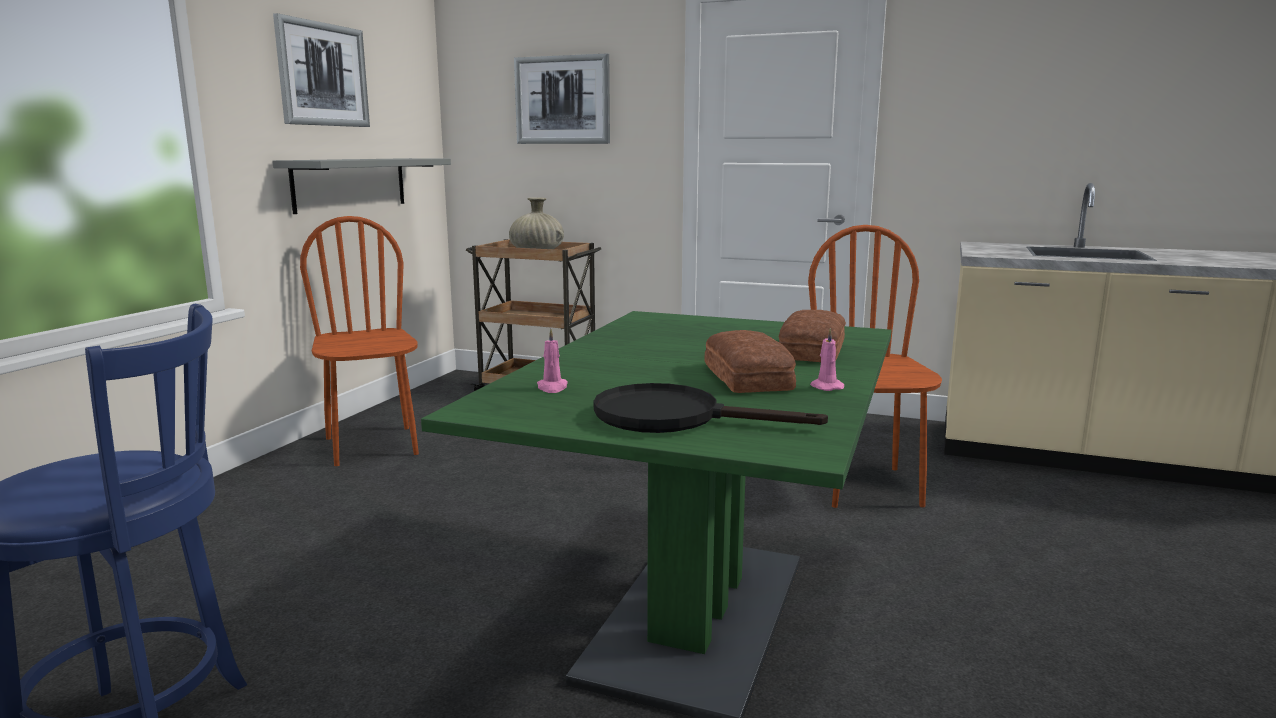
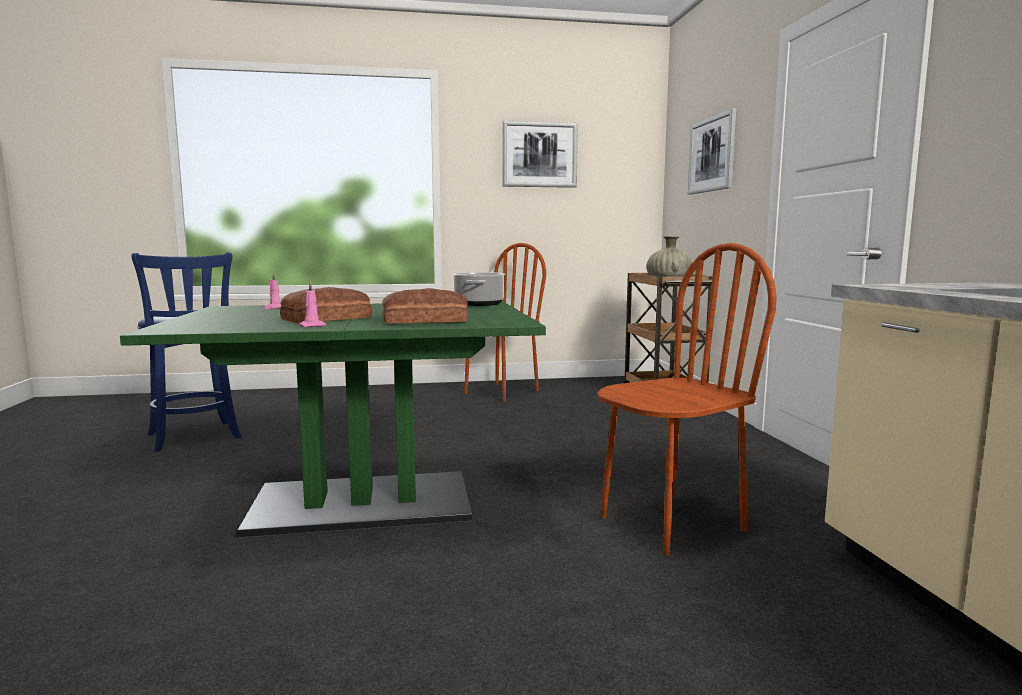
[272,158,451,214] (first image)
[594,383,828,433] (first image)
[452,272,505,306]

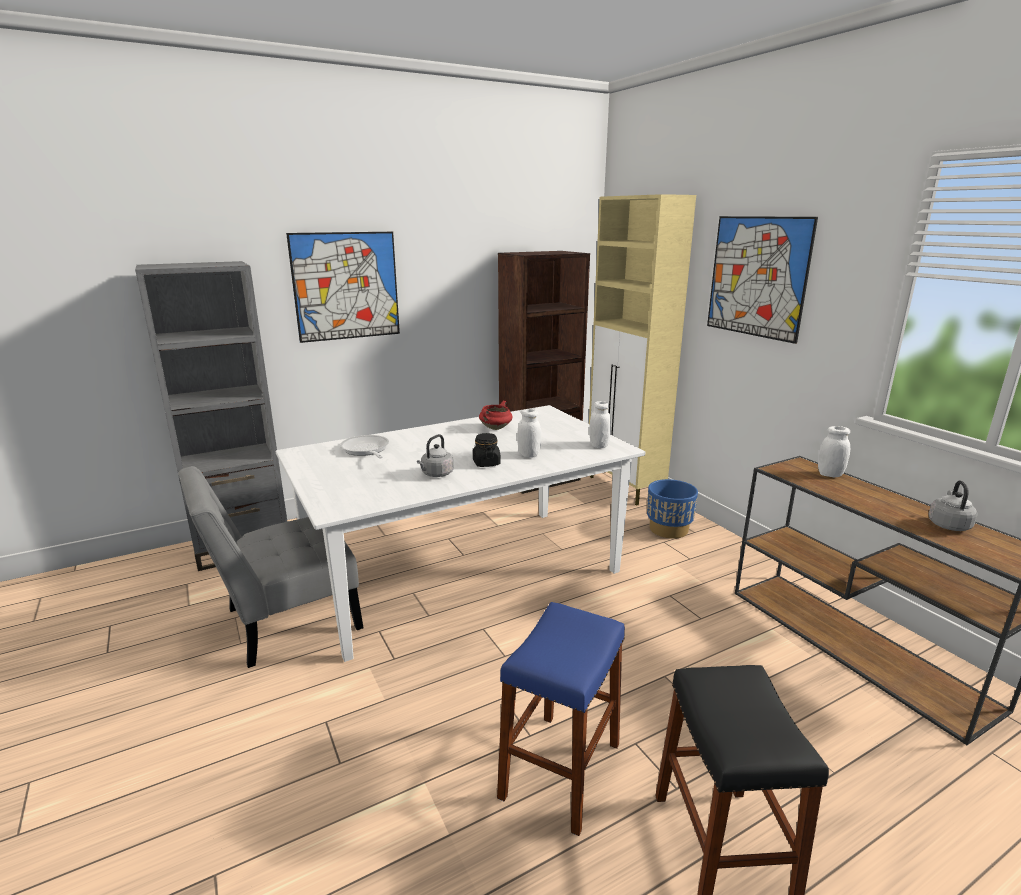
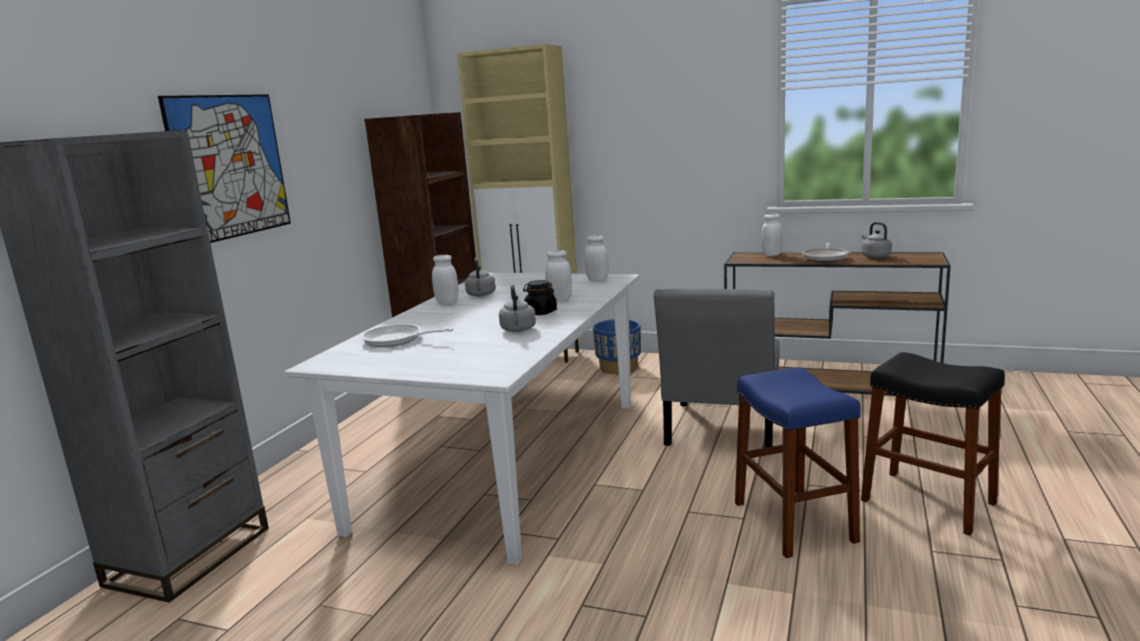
[653,289,780,448]
[465,258,496,297]
[707,216,818,344] (first image)
[432,255,458,304]
[803,243,848,262]

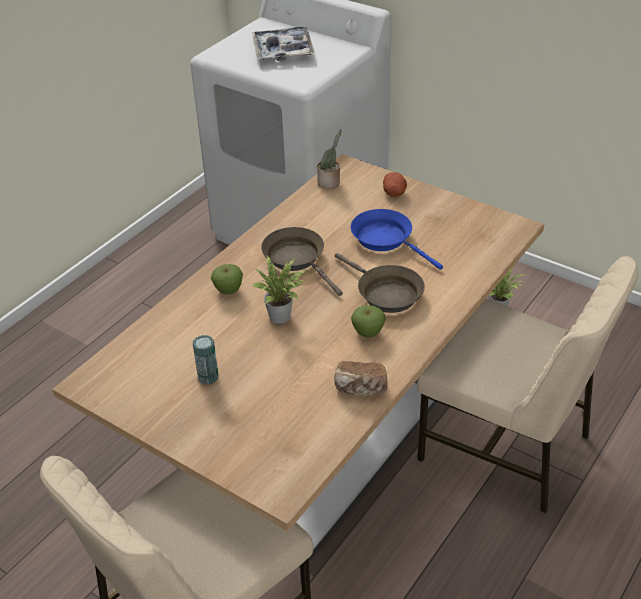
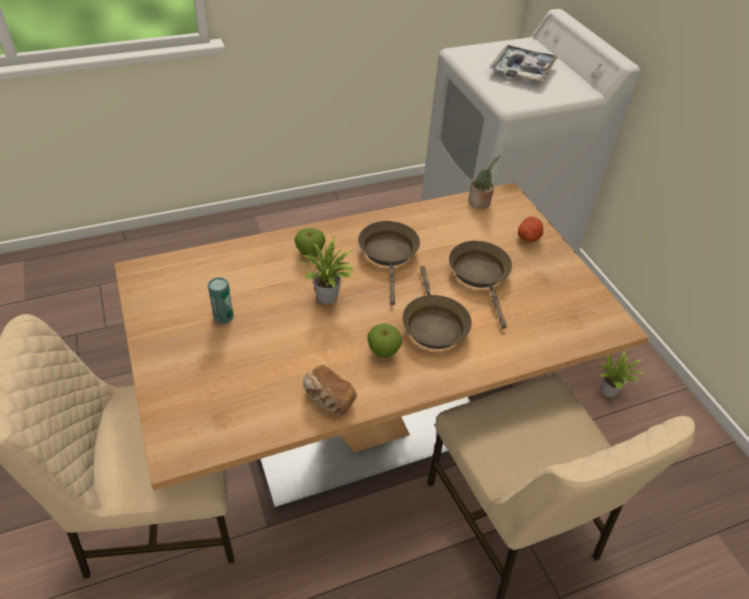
[449,241,512,329]

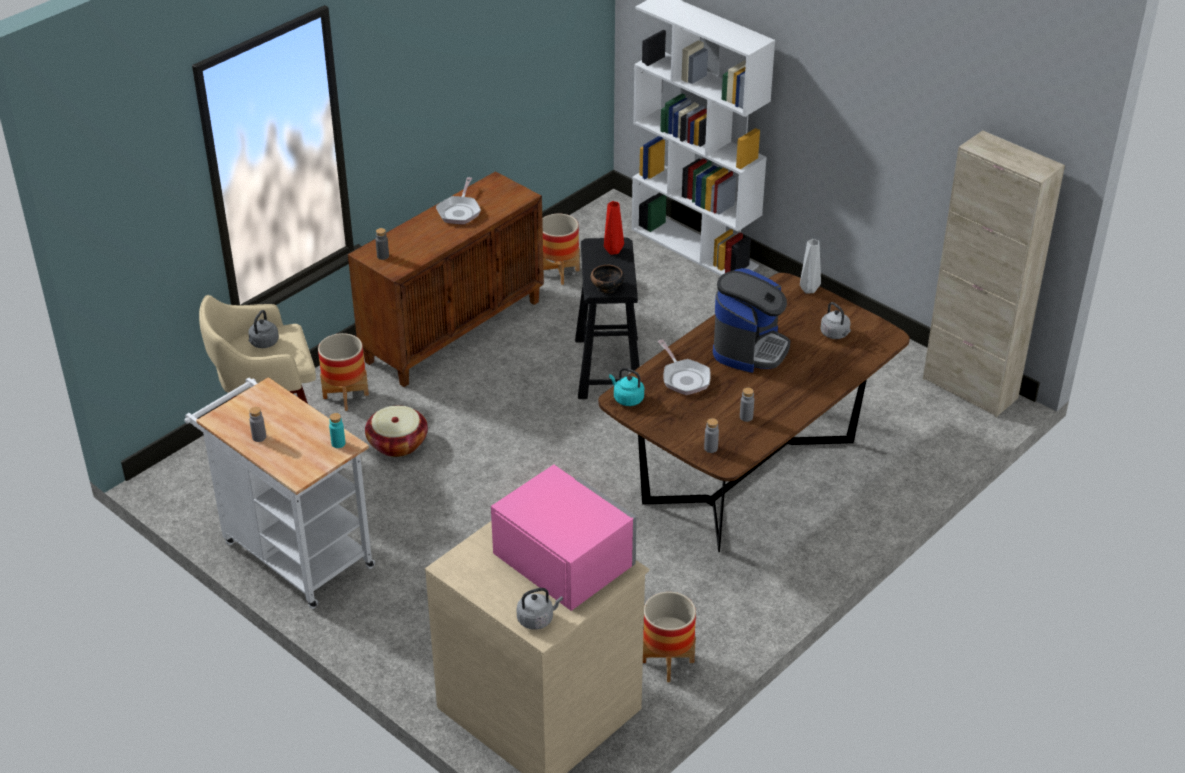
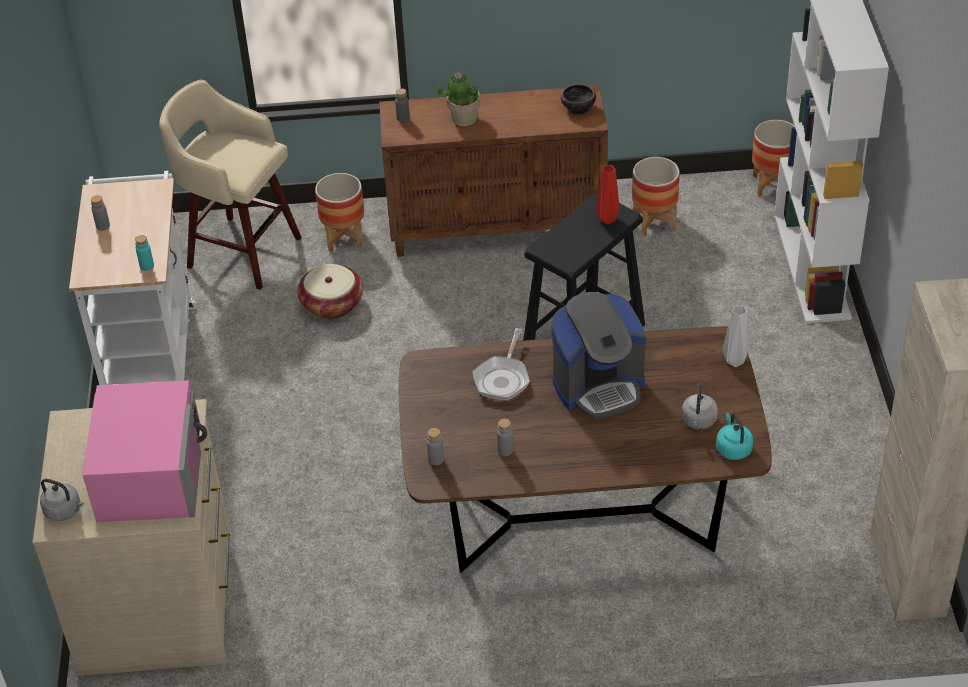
[248,310,279,348] (first image)
[436,177,481,224] (first image)
[560,84,596,115]
[716,413,753,460]
[752,120,795,197]
[437,71,481,126]

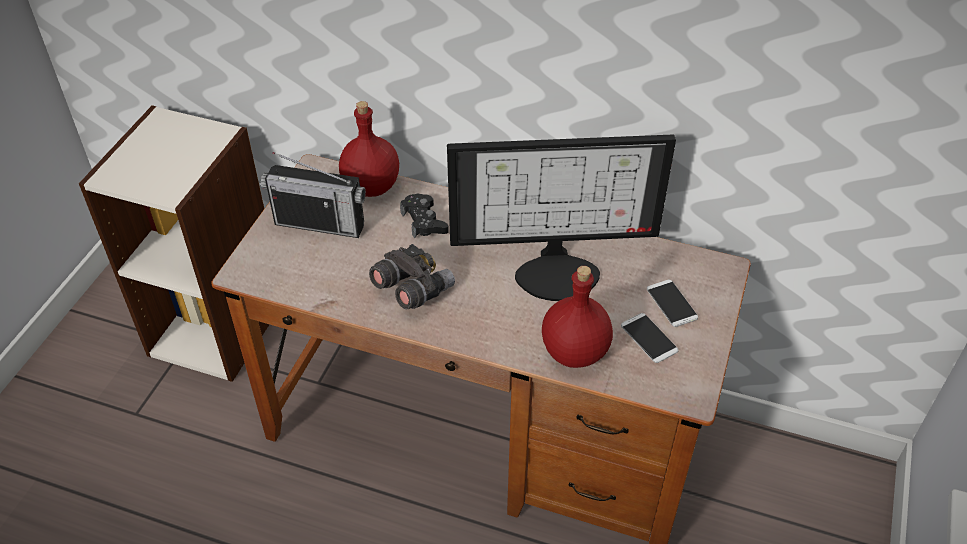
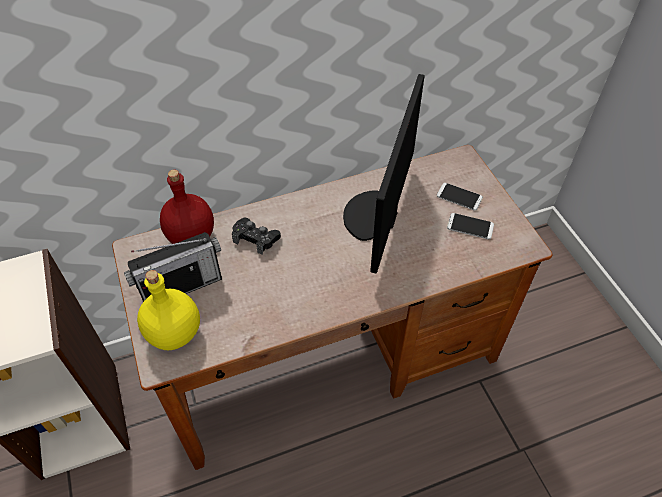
[369,244,455,309] (first image)
[343,74,425,274]
[542,266,613,368] (first image)
[137,270,200,350]

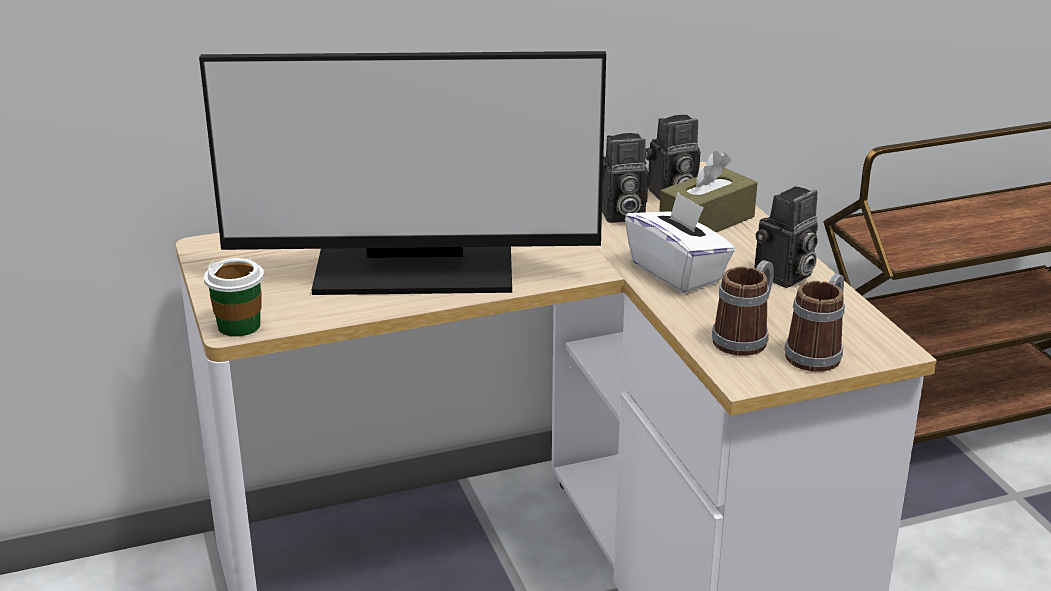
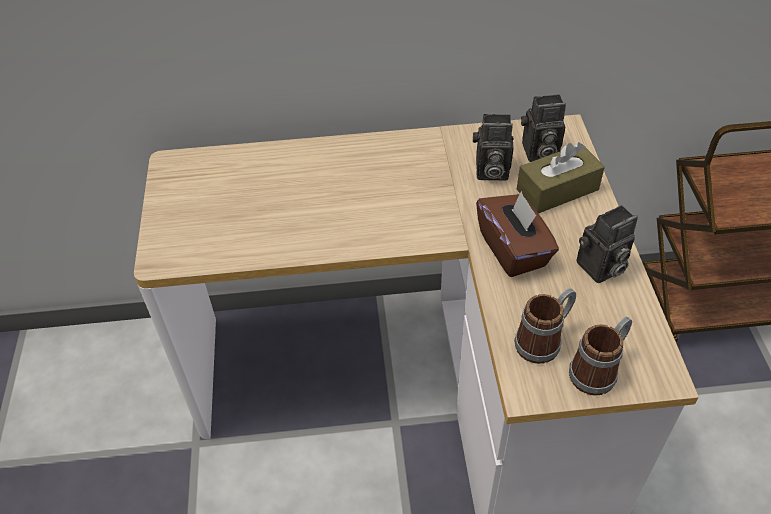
[199,51,606,295] (first image)
[204,258,264,337] (first image)
[476,191,559,277]

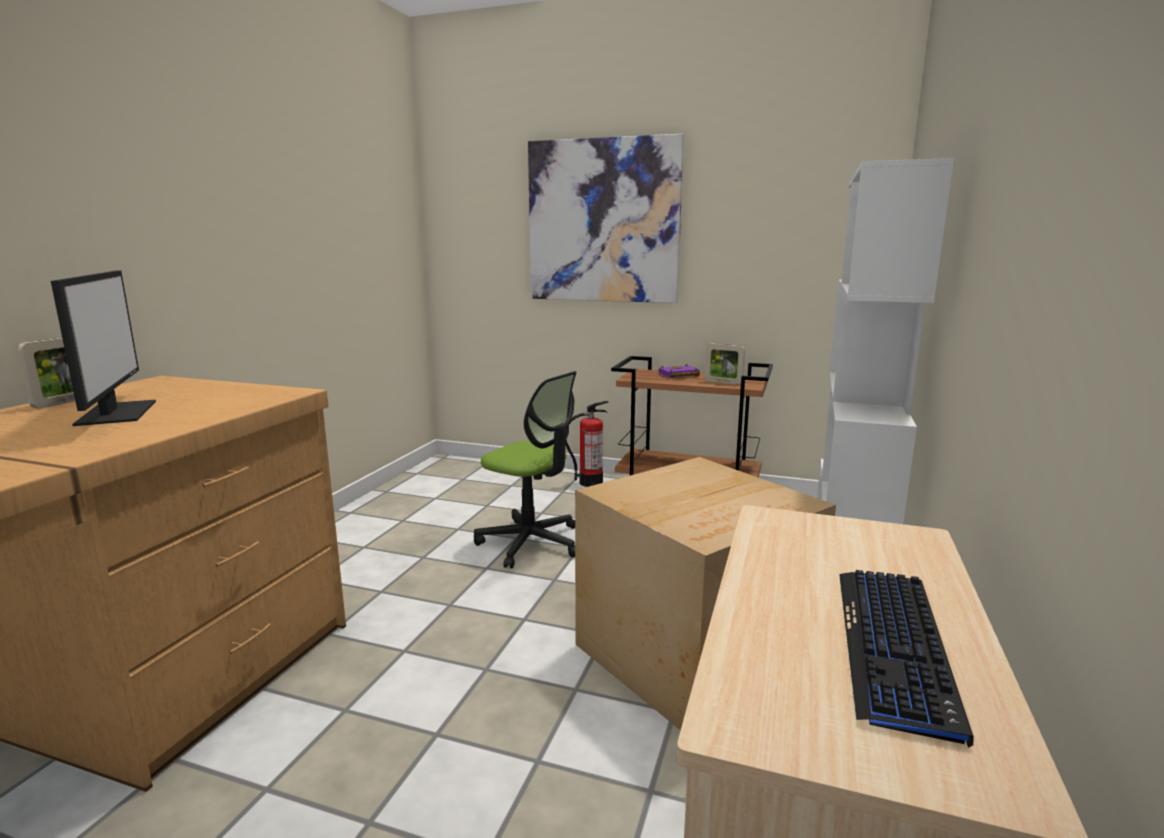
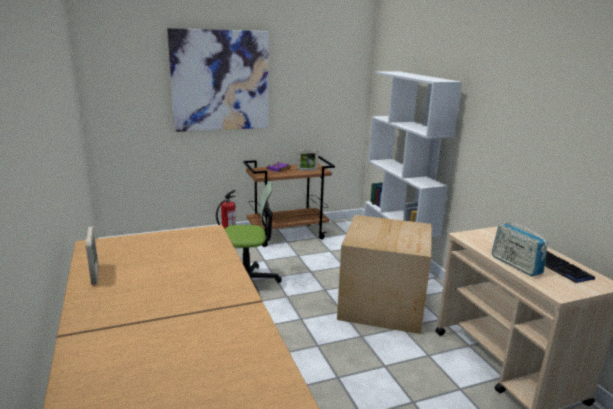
[51,271,156,426] (first image)
[492,218,548,276]

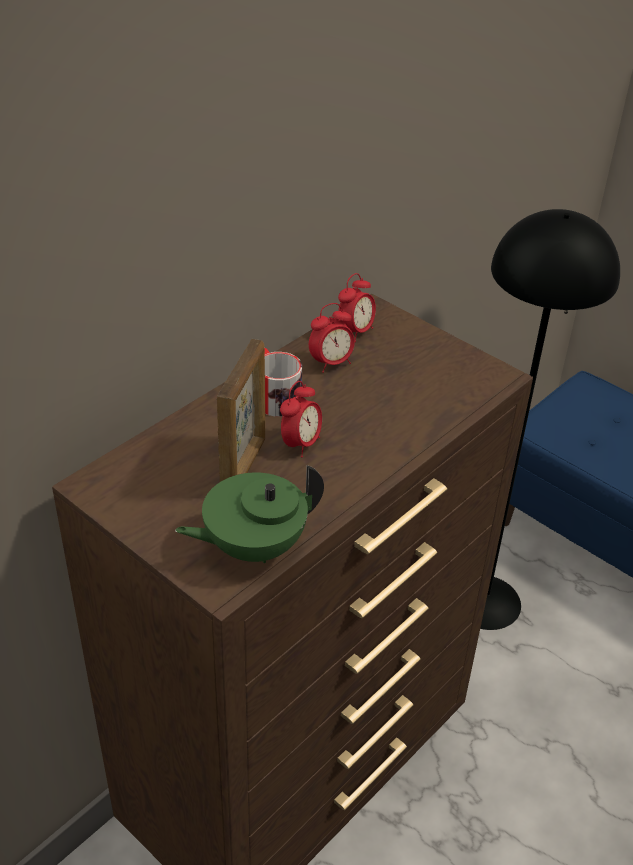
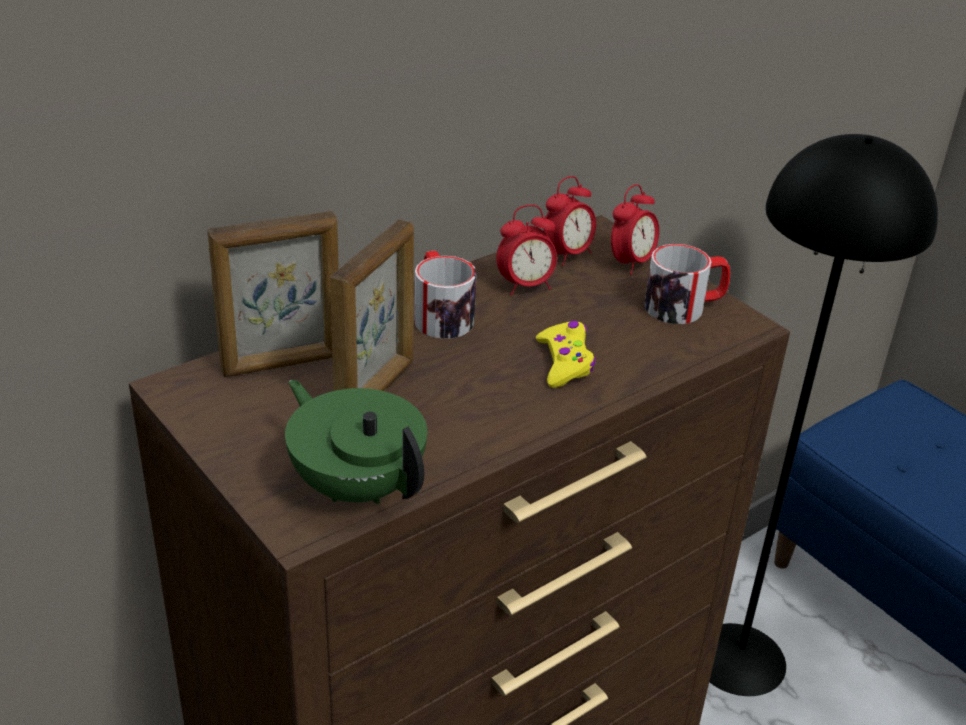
[285,380,427,504]
[611,184,659,275]
[207,211,339,377]
[536,321,595,388]
[644,244,730,324]

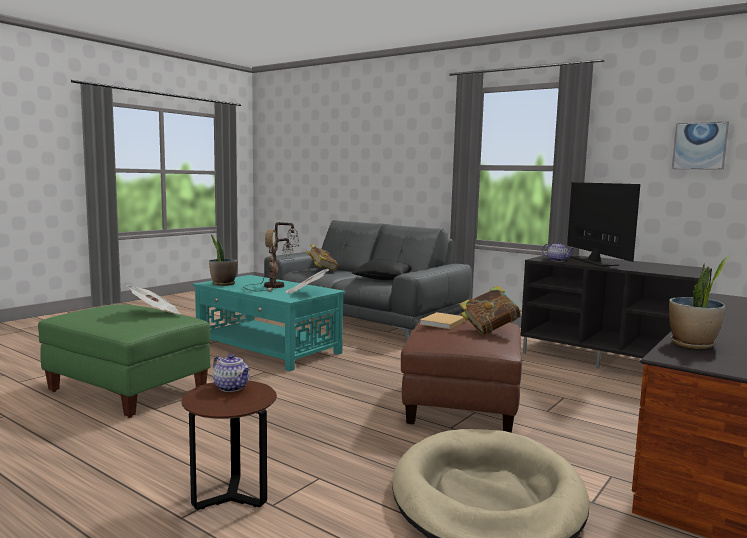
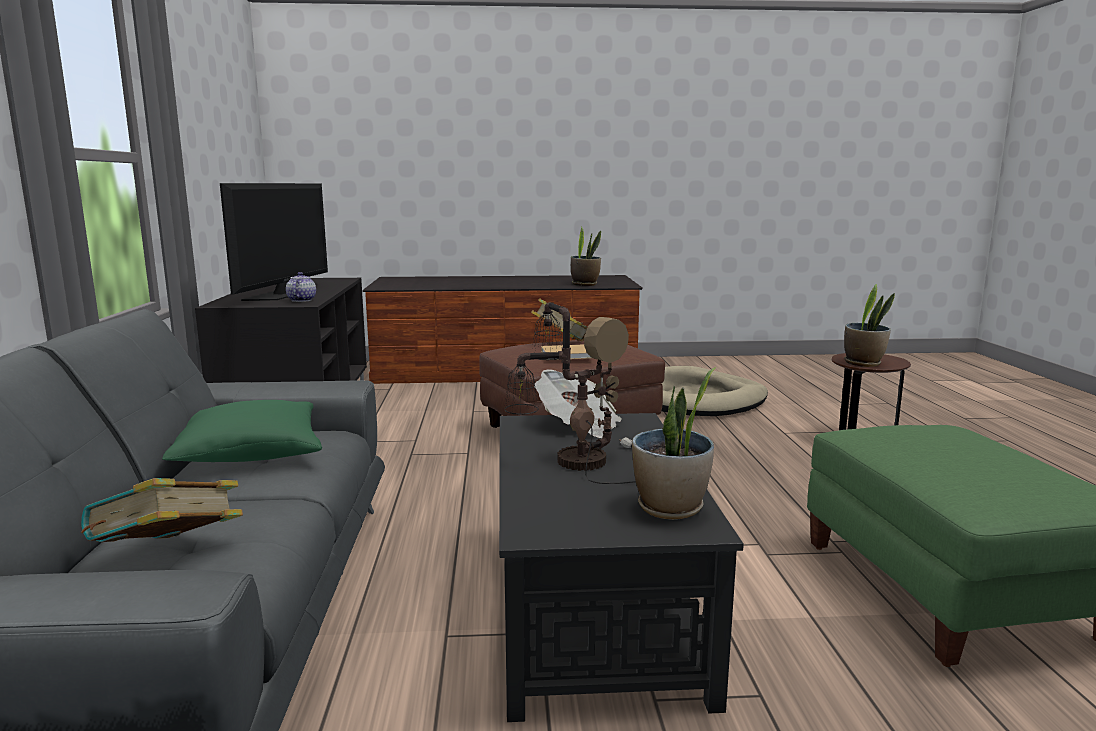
[127,285,181,314] (first image)
[499,413,744,722]
[844,284,895,367]
[162,400,322,462]
[220,183,328,301]
[672,121,729,170] (first image)

